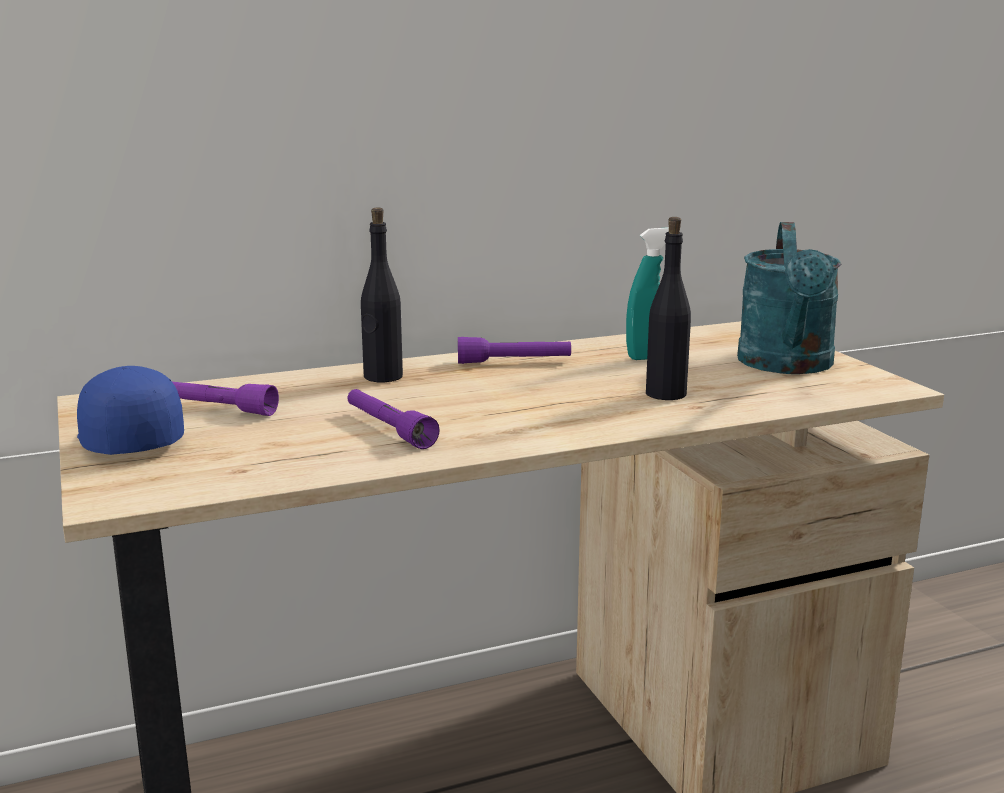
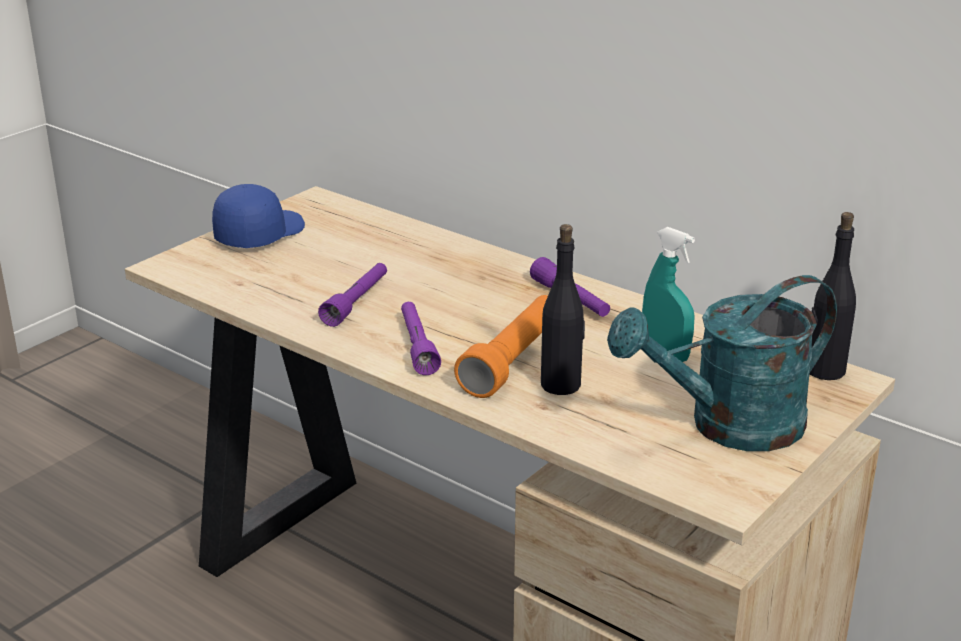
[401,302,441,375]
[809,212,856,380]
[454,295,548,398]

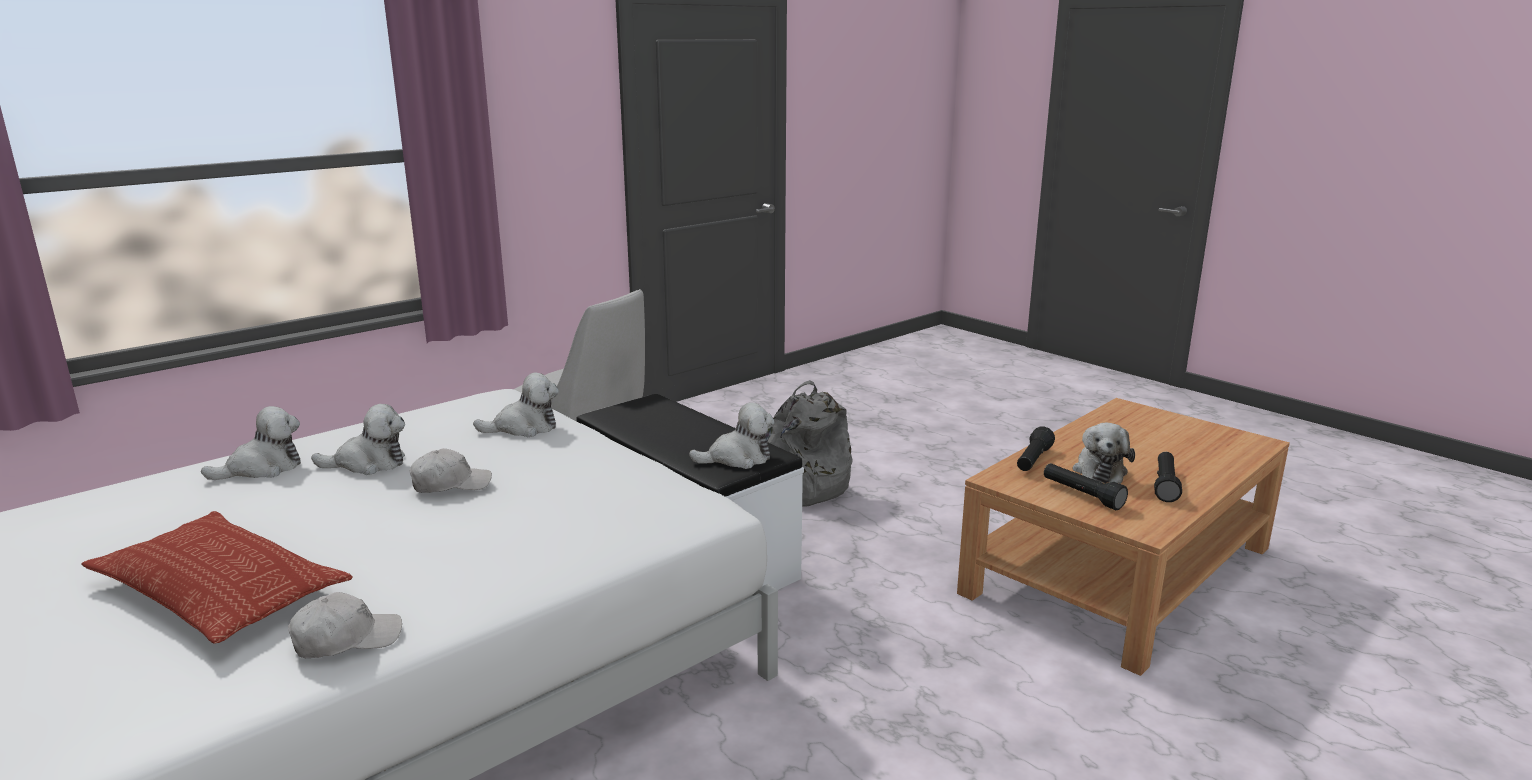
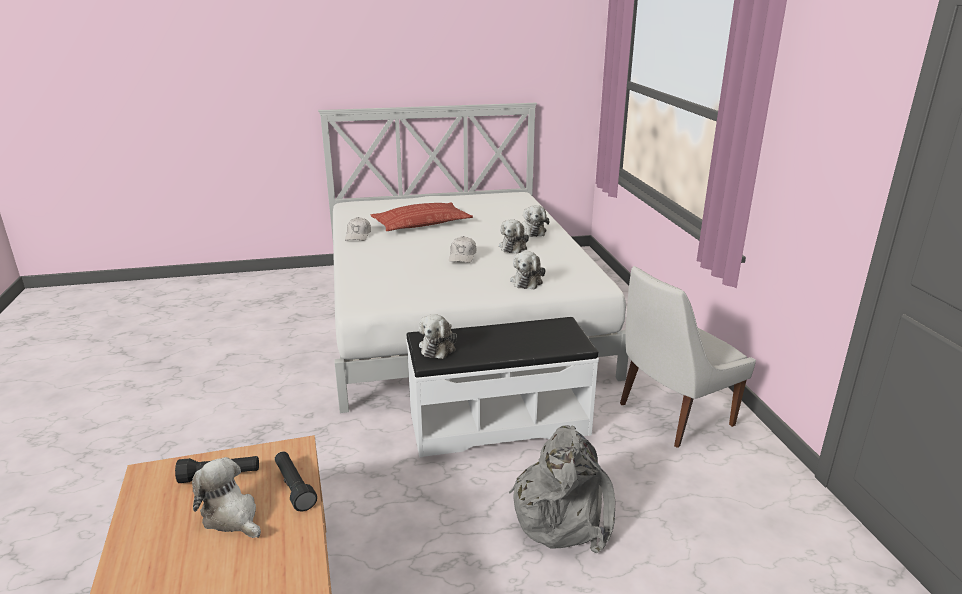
[1154,452,1182,502] (first image)

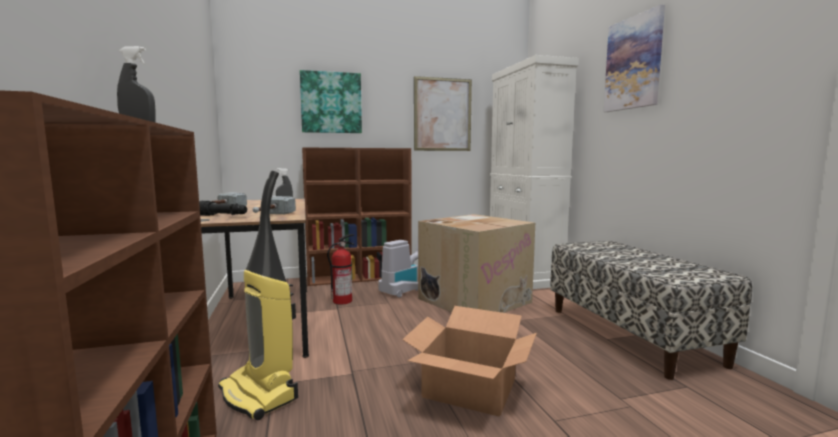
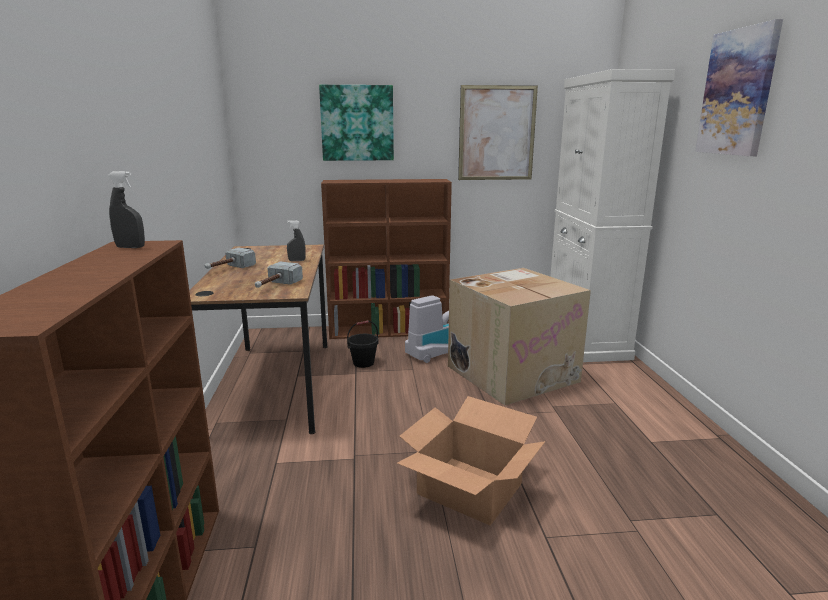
[199,201,247,216] (first image)
[218,171,298,420] (first image)
[347,321,379,368]
[550,241,752,380] (first image)

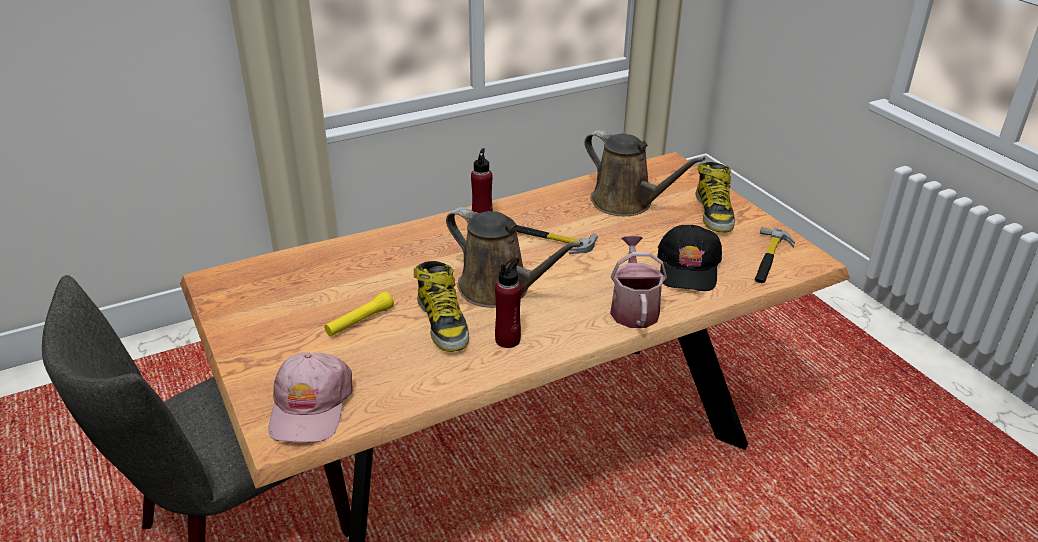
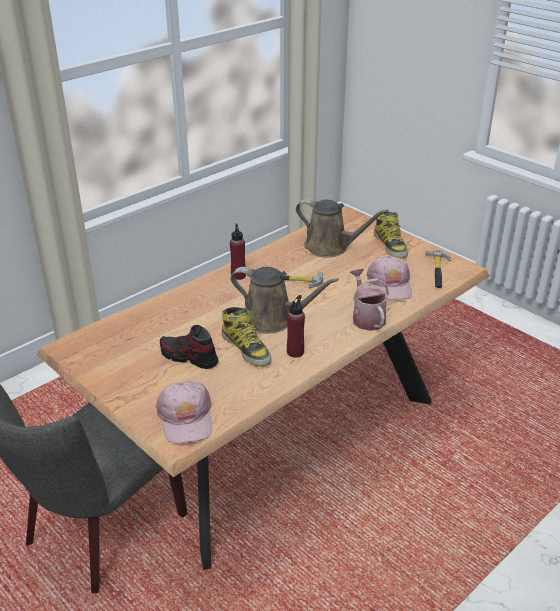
[160,325,218,369]
[366,256,412,300]

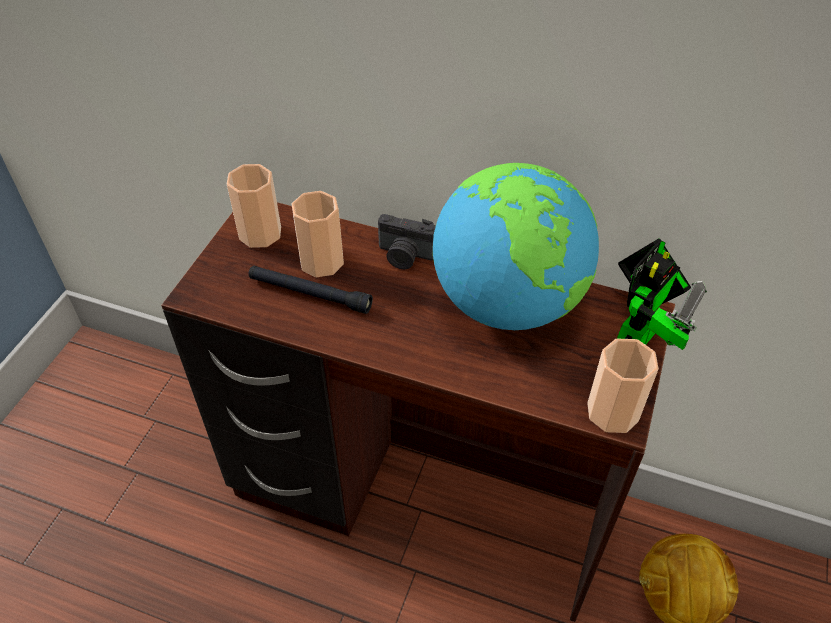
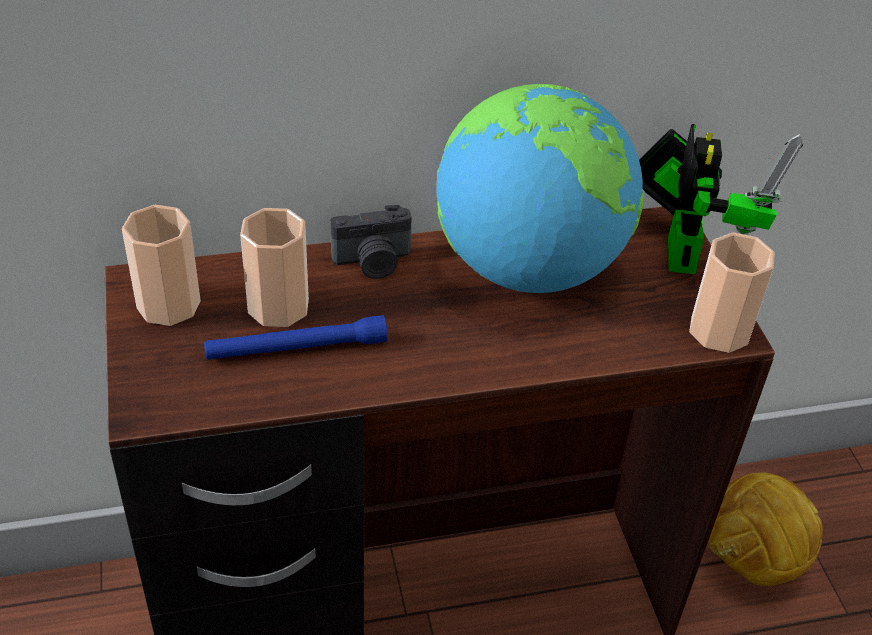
[204,315,388,360]

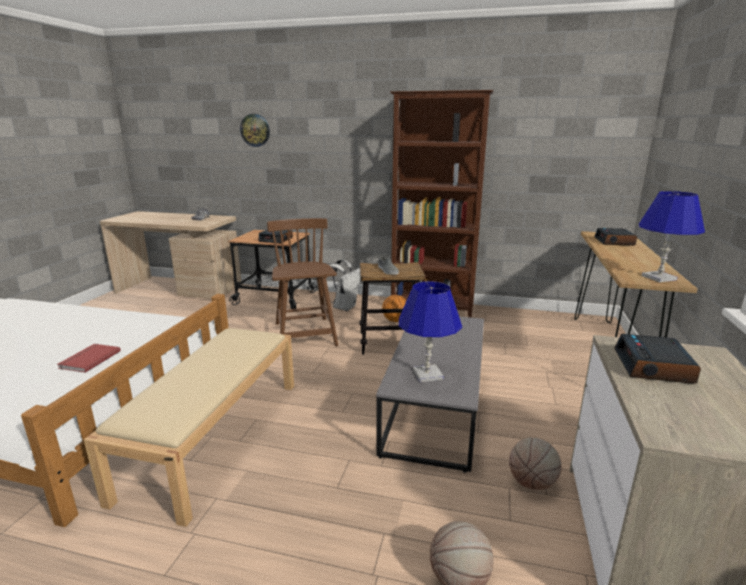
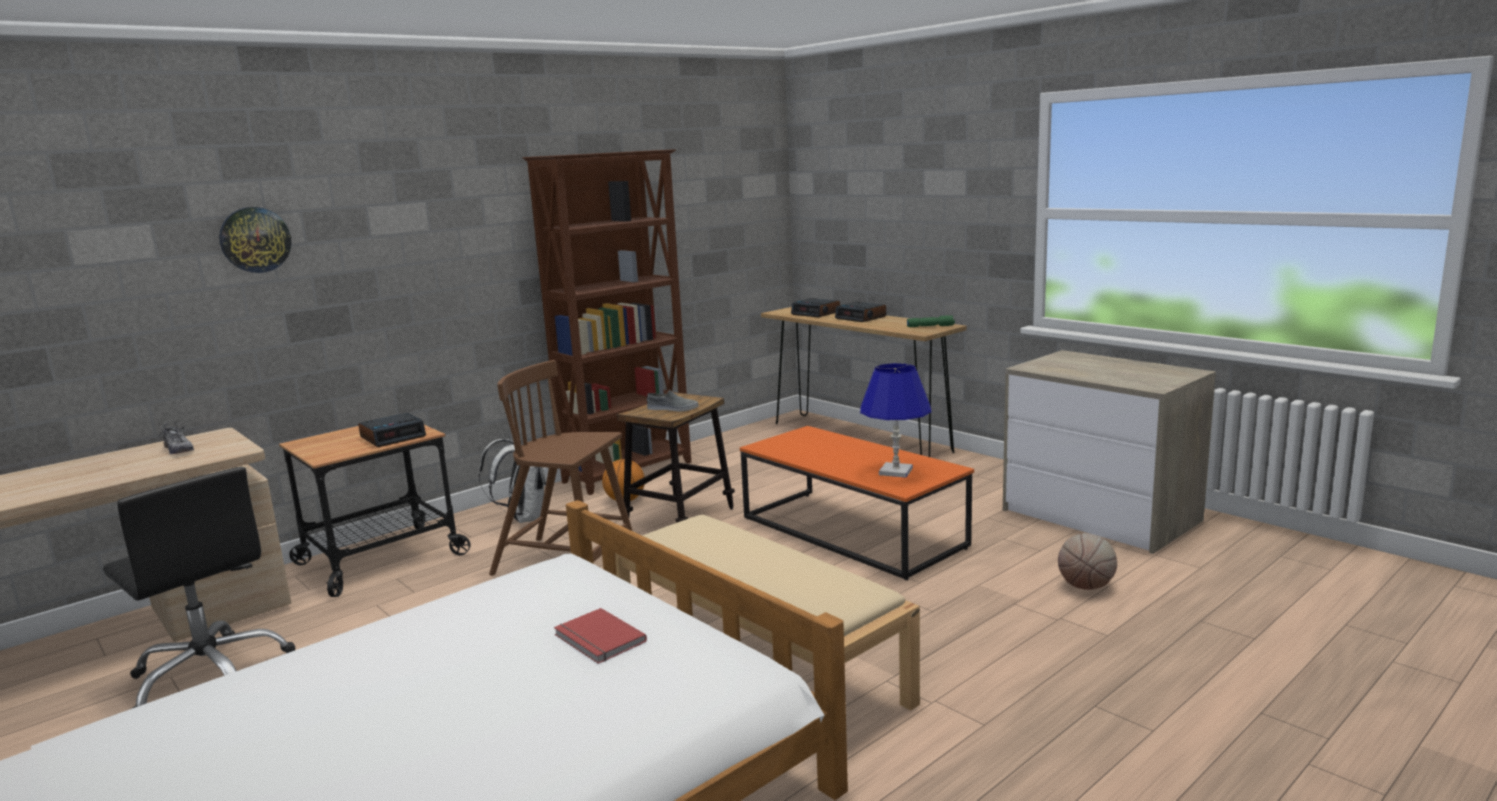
[740,426,974,580]
[509,437,561,490] (first image)
[835,302,886,322]
[907,315,955,327]
[103,467,295,708]

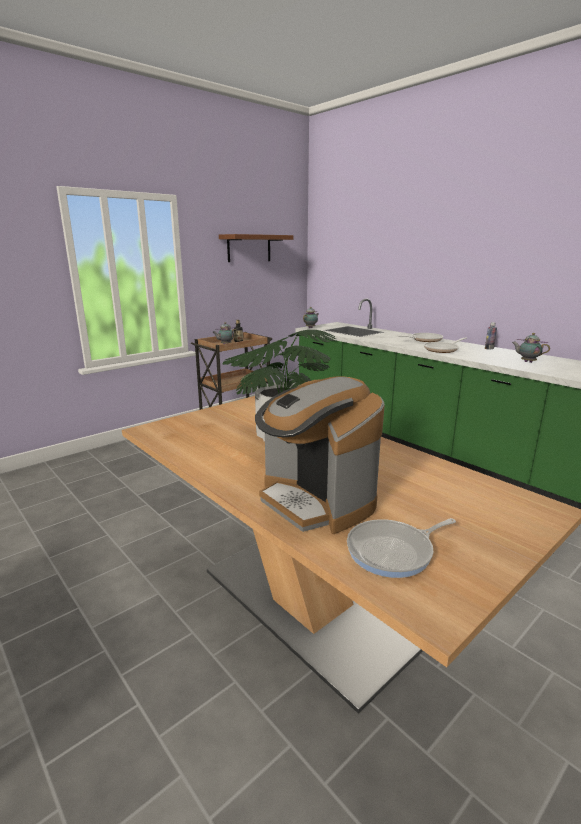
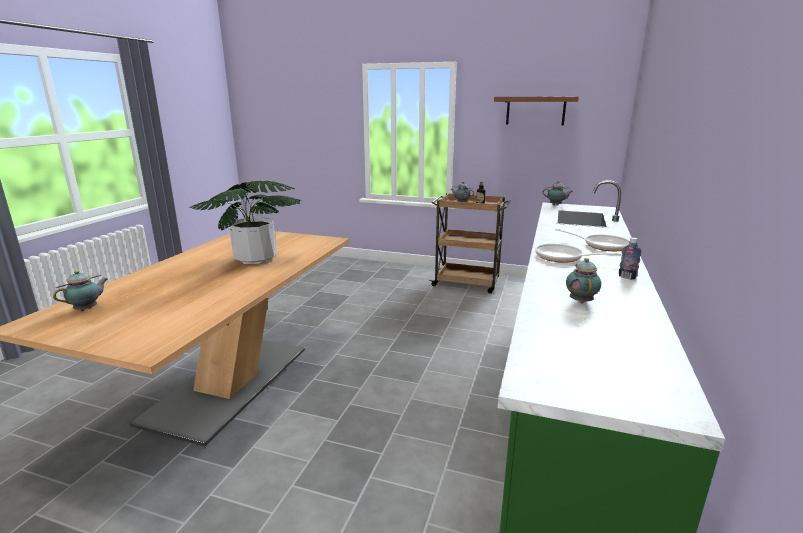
[255,376,385,534] (first image)
[53,270,107,311]

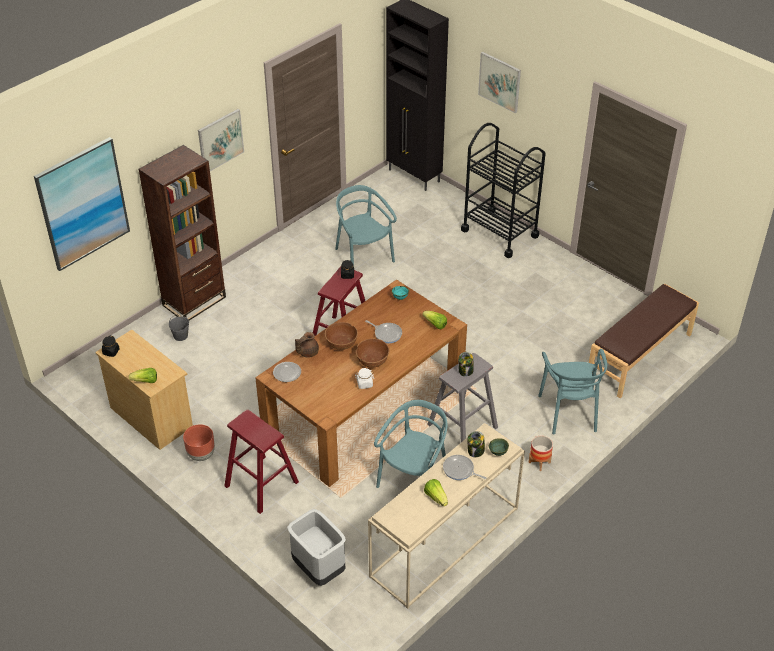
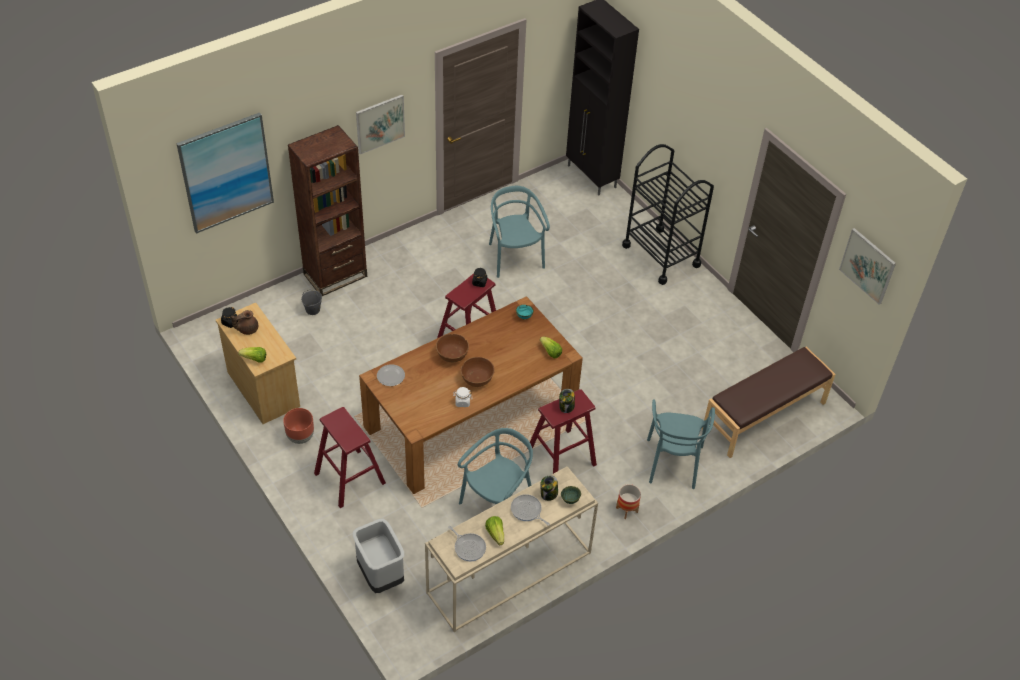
[231,310,258,335]
[448,526,486,561]
[527,389,597,474]
[839,228,896,305]

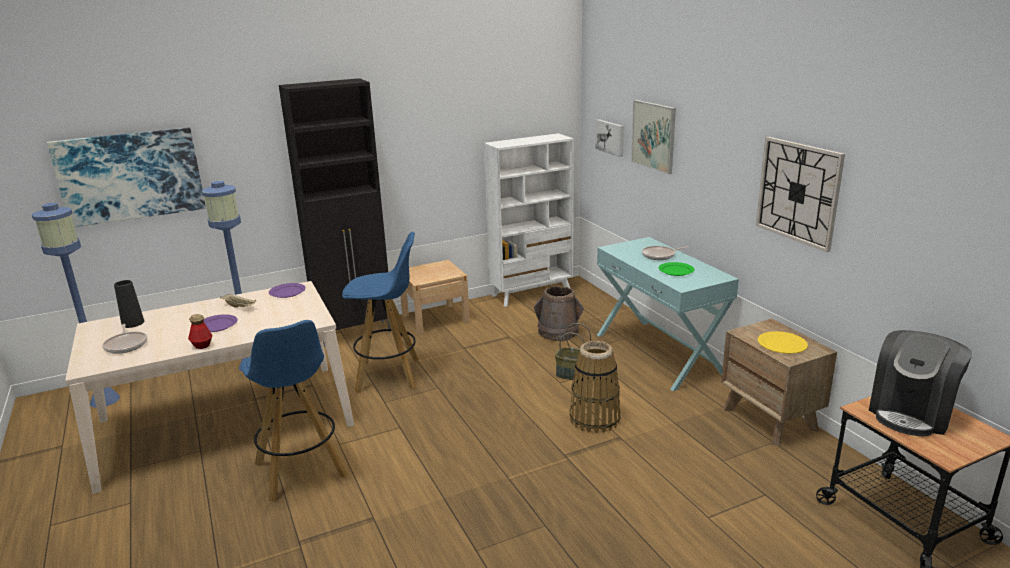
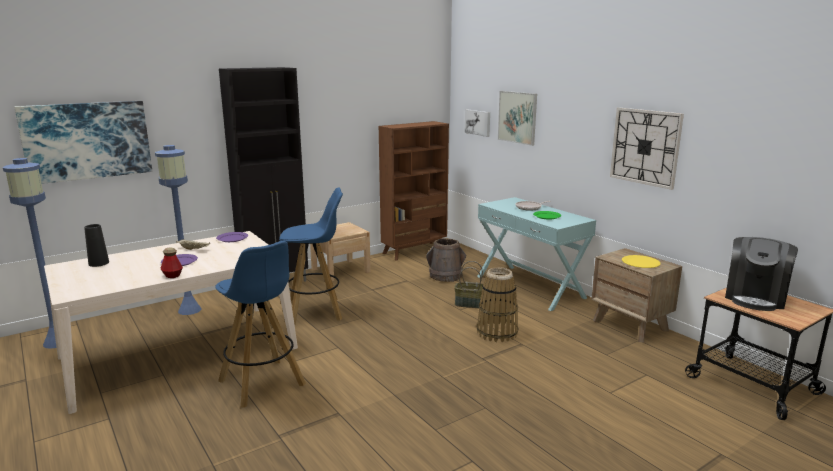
[102,324,147,354] (first image)
[379,121,449,261]

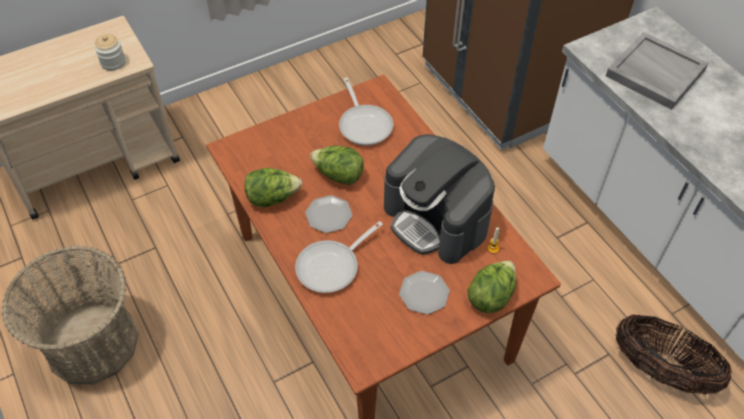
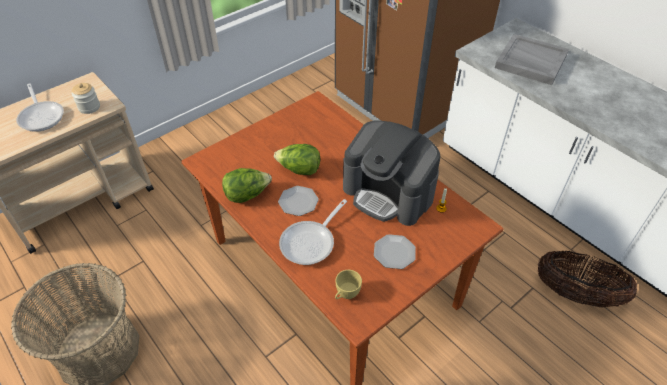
[16,83,64,132]
[468,261,516,313] (first image)
[335,270,362,299]

